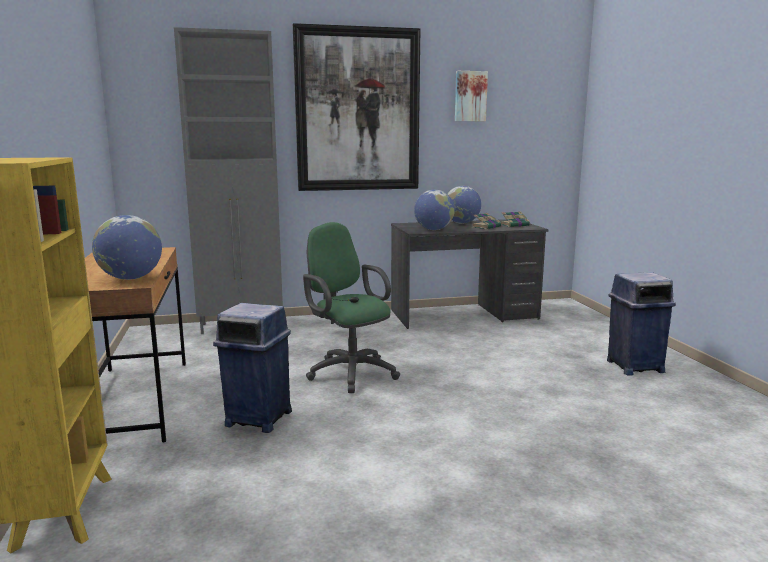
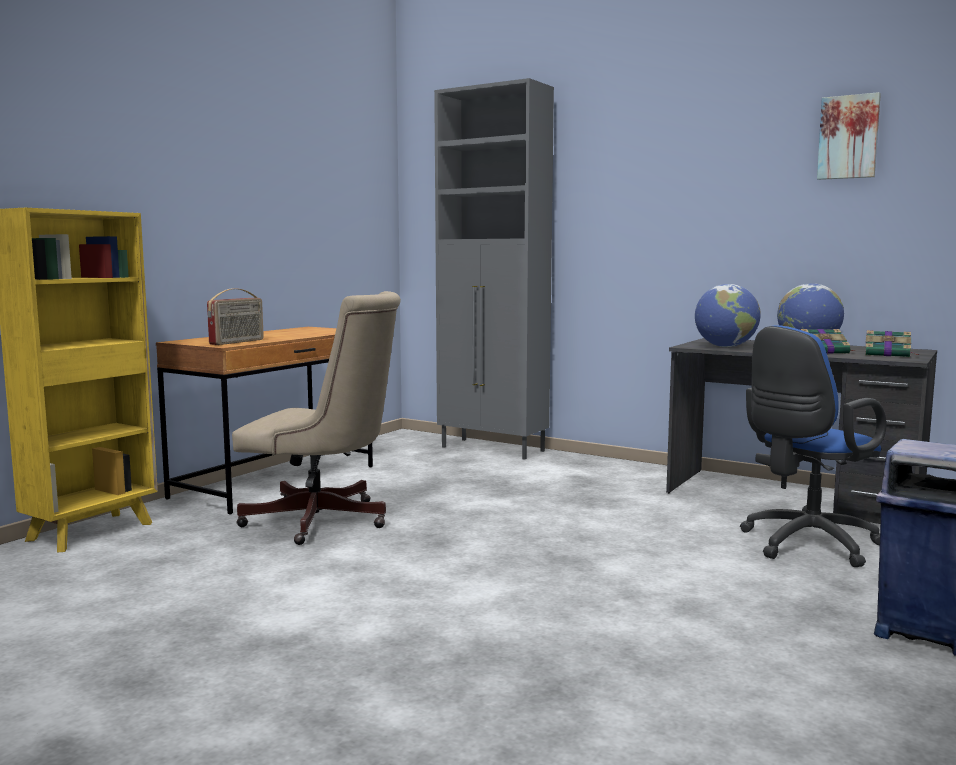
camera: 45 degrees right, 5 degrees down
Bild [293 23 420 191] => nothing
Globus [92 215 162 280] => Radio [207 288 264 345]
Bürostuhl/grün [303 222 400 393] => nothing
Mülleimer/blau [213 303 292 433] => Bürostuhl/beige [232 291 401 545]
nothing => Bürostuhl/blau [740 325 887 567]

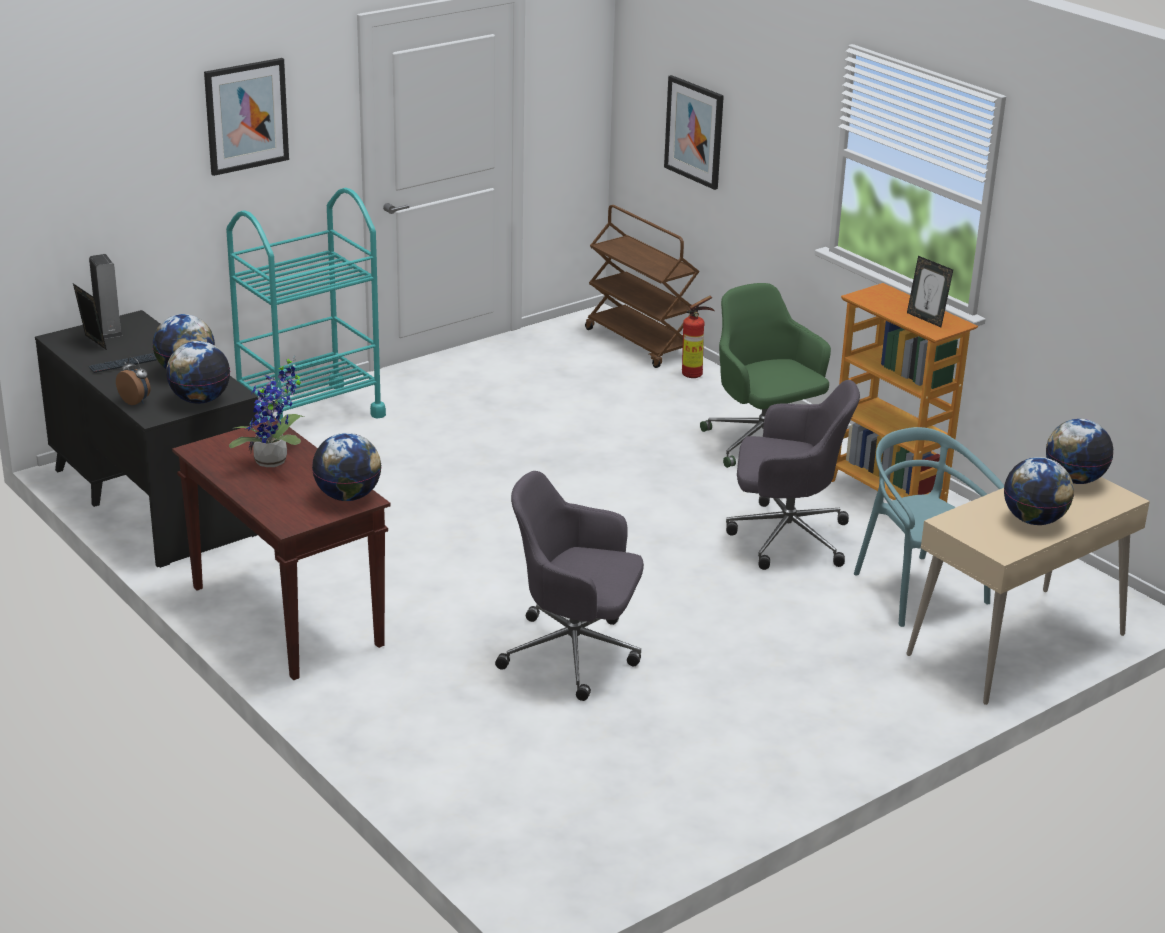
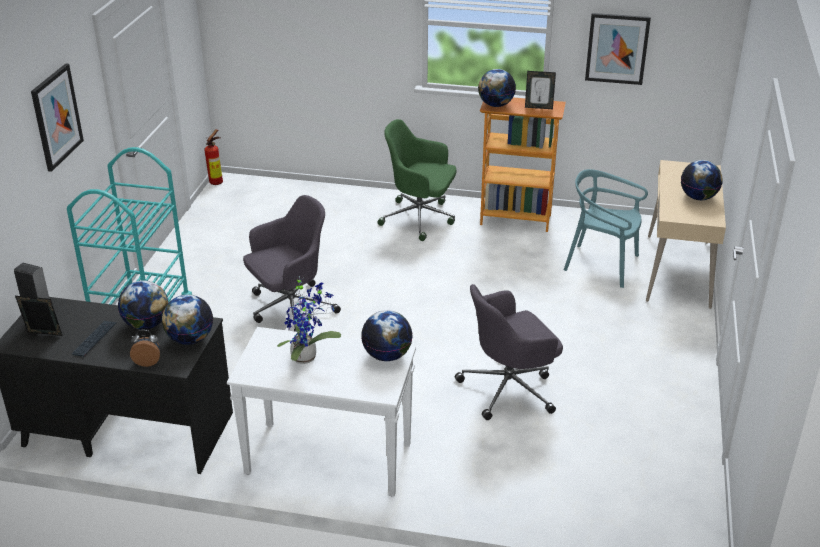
camera: 40 degrees left, 5 degrees up
Bild [664 75 724 190] => Bild [585 13 651 85], relocated
Rollwagen/braun [585 205 700 368] => nothing
Feuerlöscher [682 296 715 378] => Feuerlöscher [204 129 223 185], relocated
Bürostuhl/grau [726 380 860 570] => Bürostuhl/grau [243 195 341 332], relocated
Konsolentisch/braun [172 418 390 680] => Konsolentisch/weiß [227 327 416 497]
Globus [1046 419 1113 484] => Globus [478 69 516 107], relocated

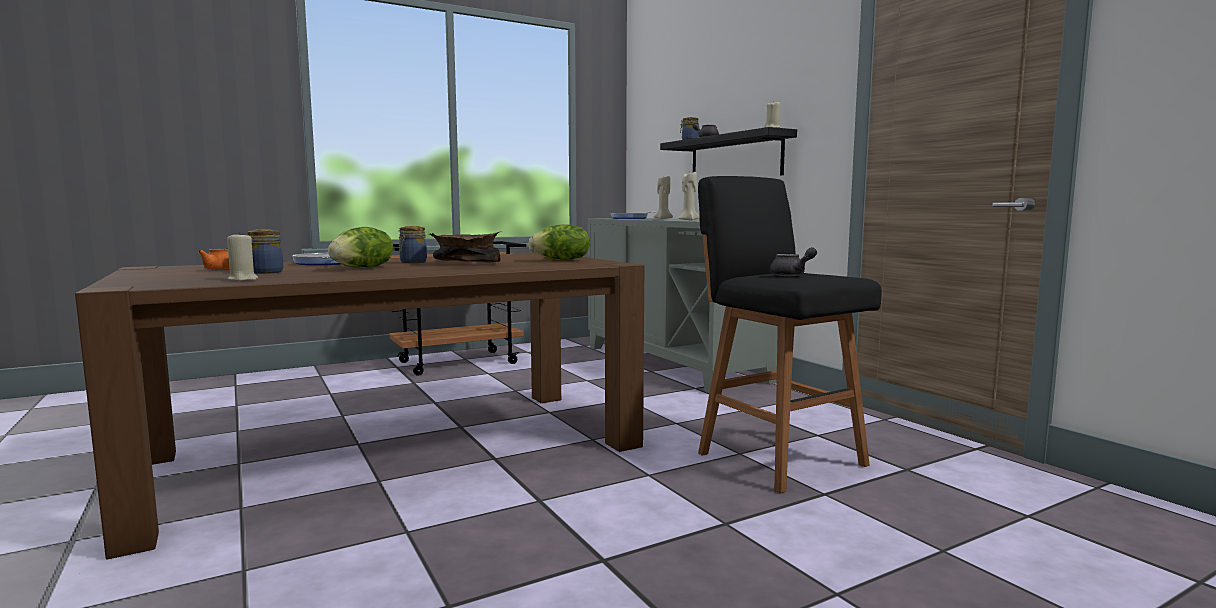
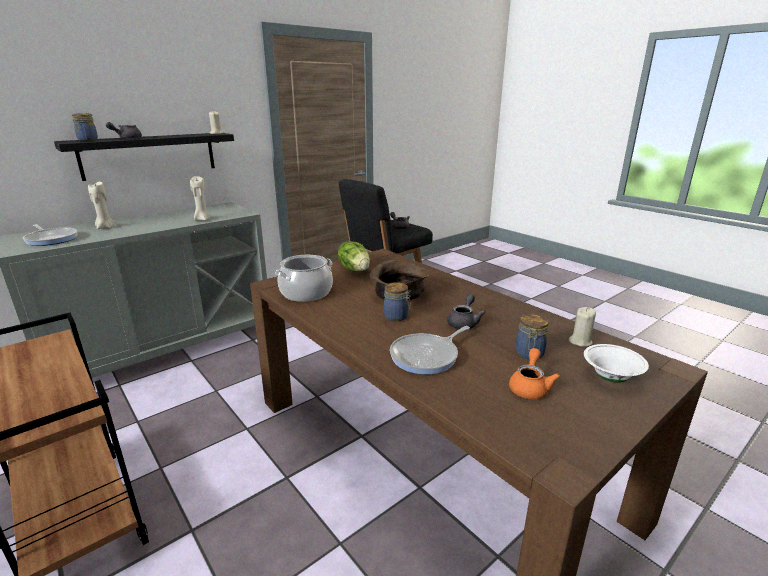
camera: 100 degrees left, 15 degrees up
Salatkopf [328 227 393 268] => Teekanne/grau [447 294 485 329]
nothing => Kochtopf [275 255 333 302]
nothing => Schüssel/weiß [584 344 649 383]

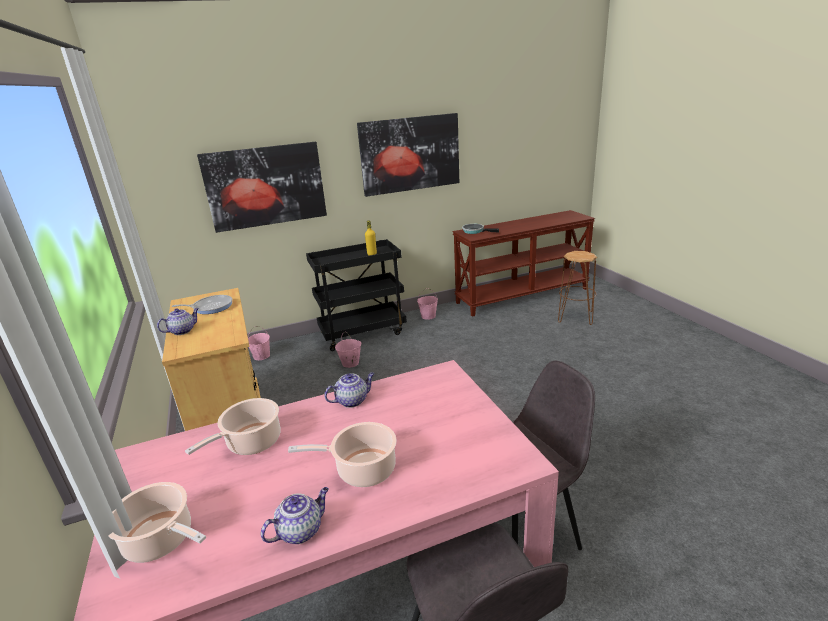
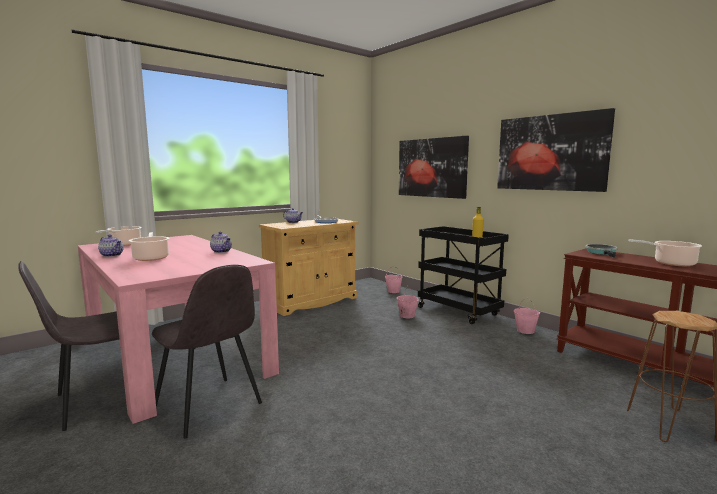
camera: 70 degrees right, 15 degrees down
Kochtopf [185 398 280 455] => Kochtopf [628 239 702 266], relocated

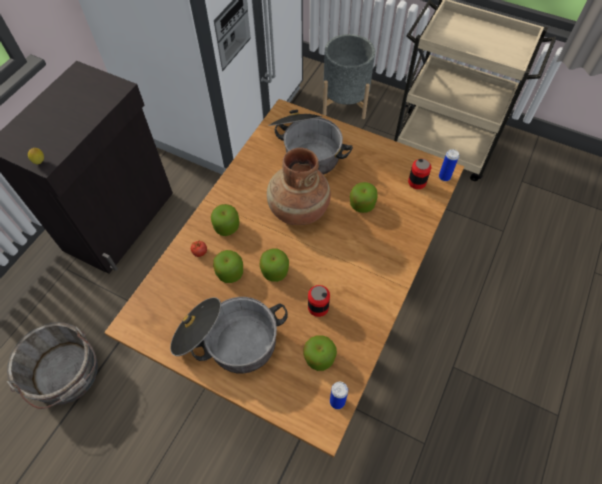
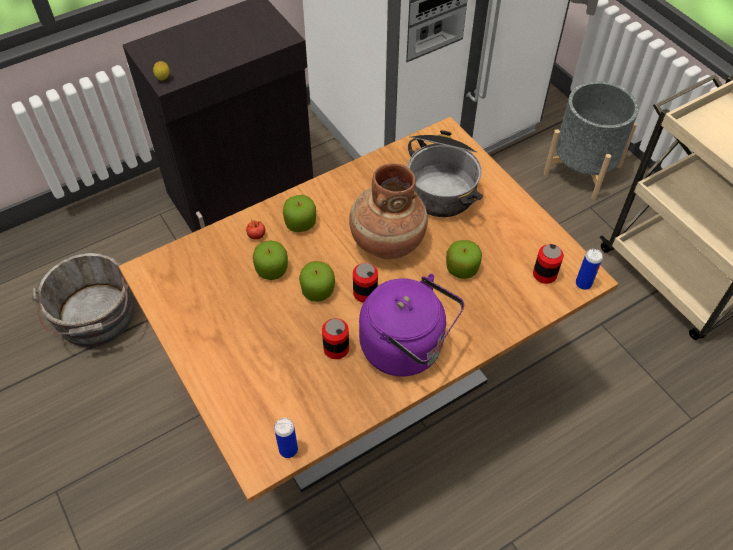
camera: 30 degrees right, 5 degrees down
Kochtopf [170 297 288 374] => nothing
Apfel [303 335 337 371] => nothing
nothing => Dose [353 263 378 303]
nothing => Wasserkessel/lila [359 274 464 377]

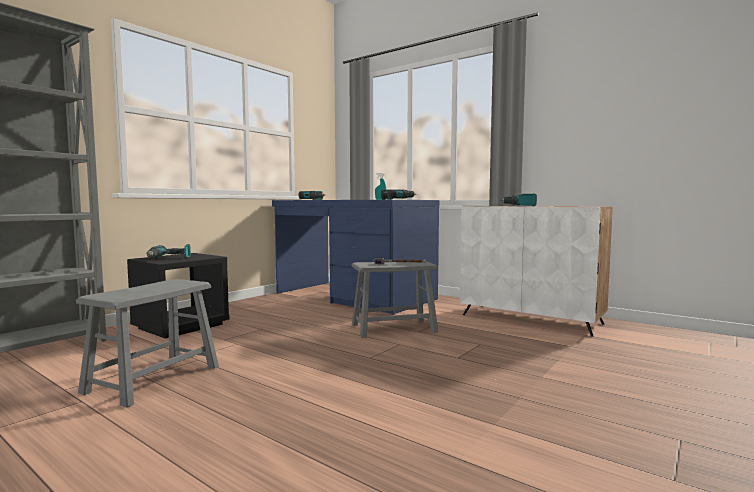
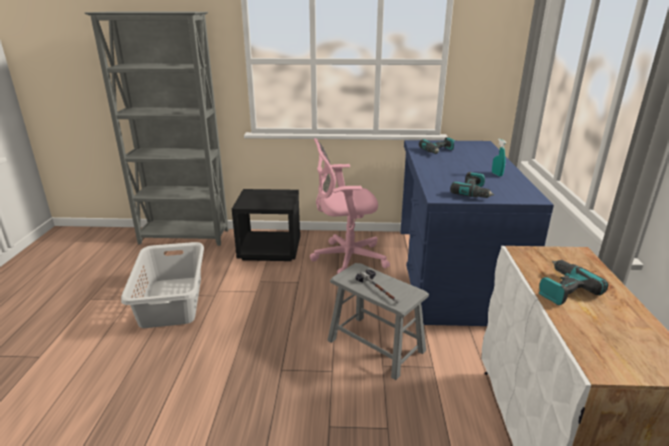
camera: 55 degrees right, 20 degrees up
Bohrmaschine [147 244 191 258] => nothing
Hocker/grau [76 279 219 408] => Wäschekorb/grau [121 242 204 328]
nothing => Bürostuhl/rosa [310 138 390 274]

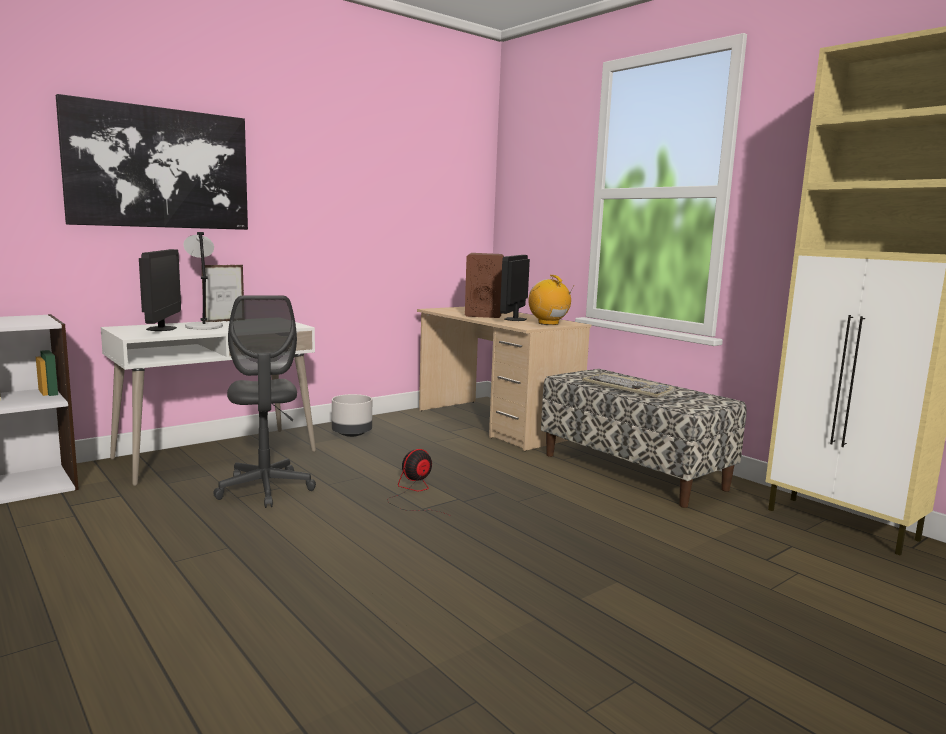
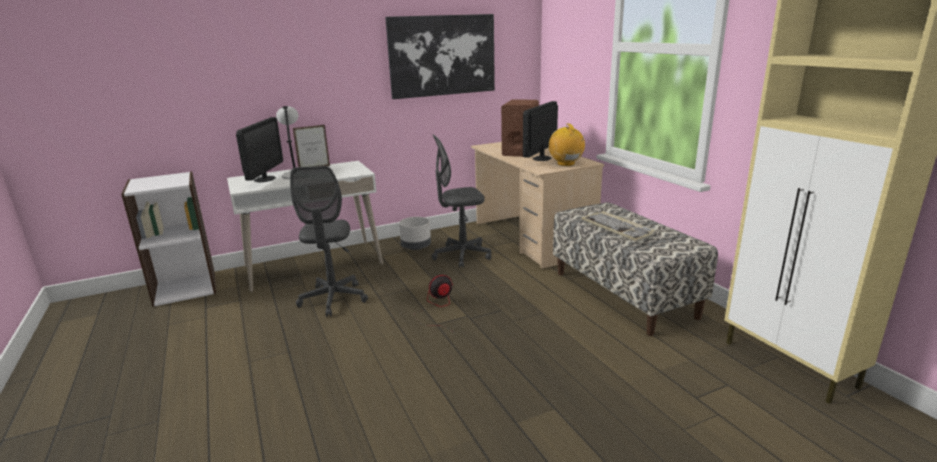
camera: 15 degrees right, 10 degrees up
Bild [56 94 248 230] => Bild [385 14 495 99], relocated
nothing => Bürostuhl/grau [432 134 491 268]

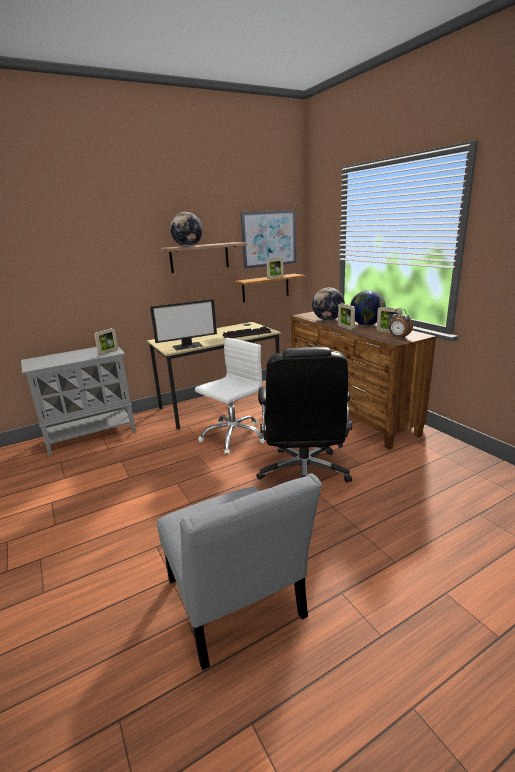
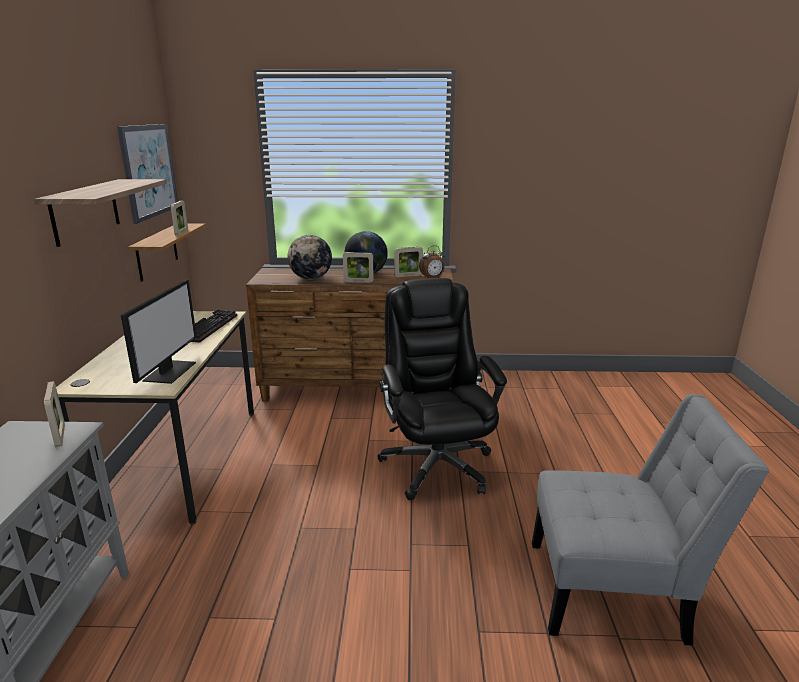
camera: 60 degrees left, 0 degrees up
Globus [170 212 203 246] => nothing
Bürostuhl/weiß [195 338 266 454] => nothing
Bürostuhl/schwarz [256 347 352 483] => Bürostuhl/schwarz [378 278 507 500], 135 degrees counterclockwise

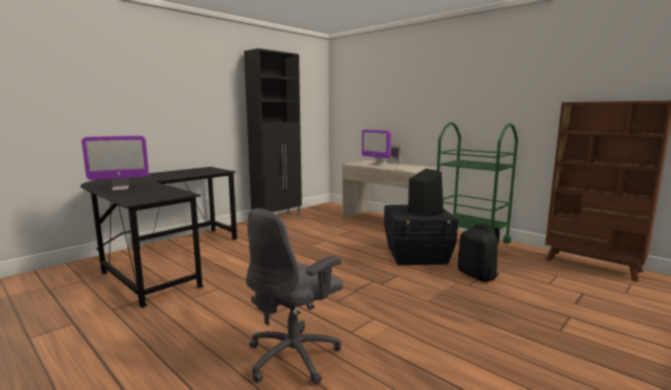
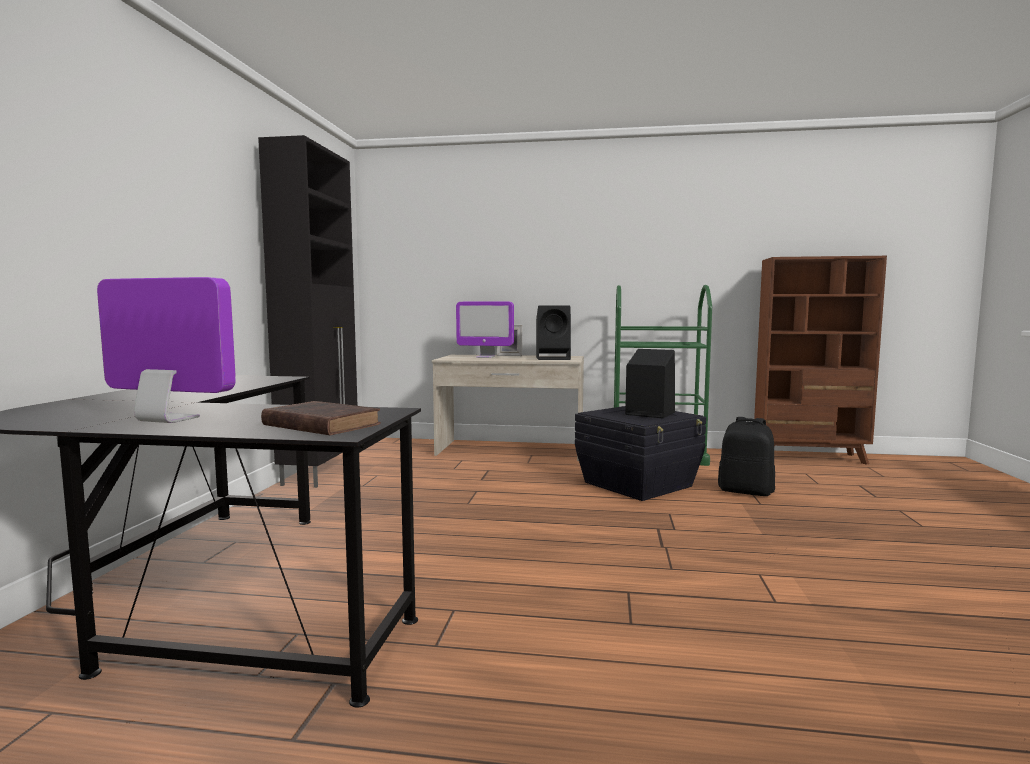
camera: 35 degrees left, 5 degrees down
Monitor [82 136 149 190] => Monitor [97 277 236 423], 105 degrees counterclockwise
Bürostuhl/grau [246 208 343 385] => nothing
nothing => Lautsprecher/schwarz [536 305 571 360]
nothing => Buch/braun [261 401 381 436]

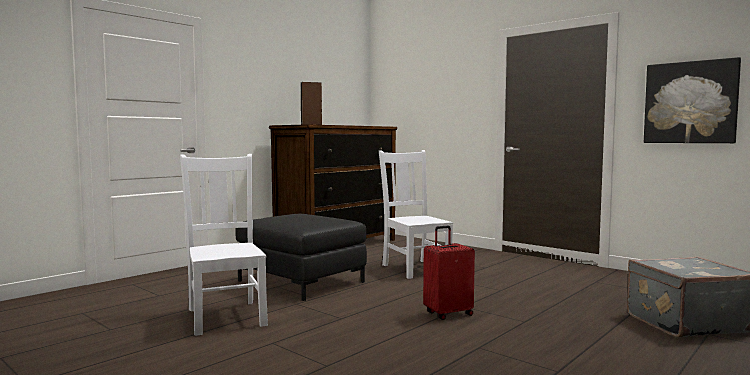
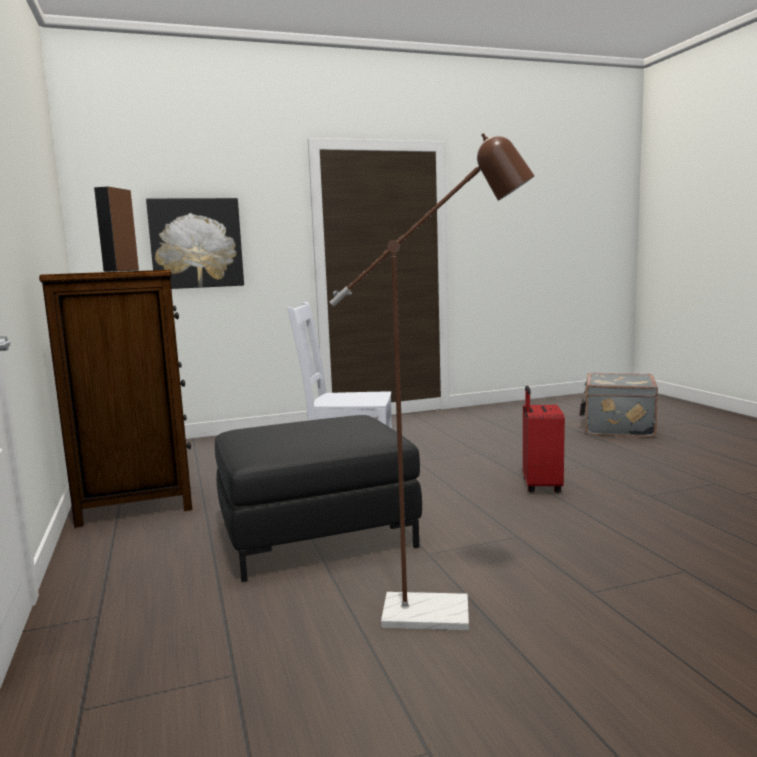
camera: 60 degrees left, 5 degrees up
Bild [644 57 741 143] => Bild [146 198 244 289], relocated
Stuhl/weiß [180 154 268 336] => Stehlampe/braun [330 133 535 630]

